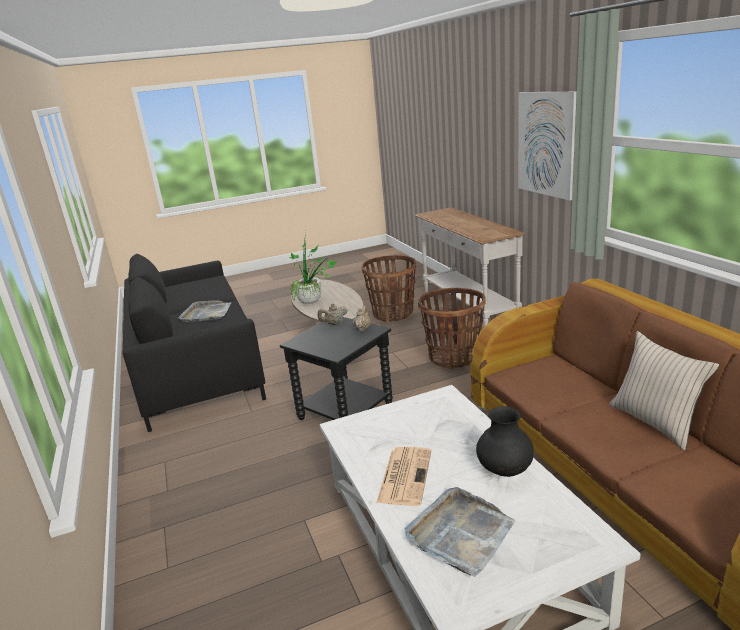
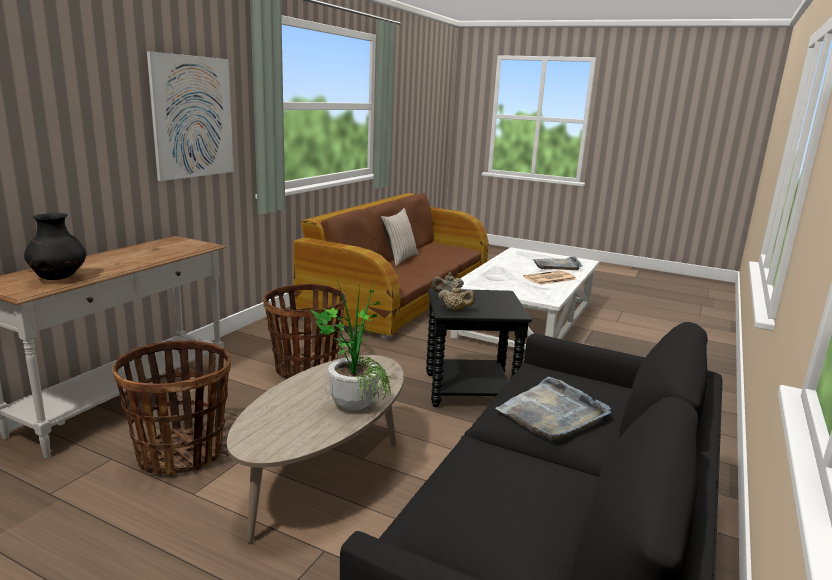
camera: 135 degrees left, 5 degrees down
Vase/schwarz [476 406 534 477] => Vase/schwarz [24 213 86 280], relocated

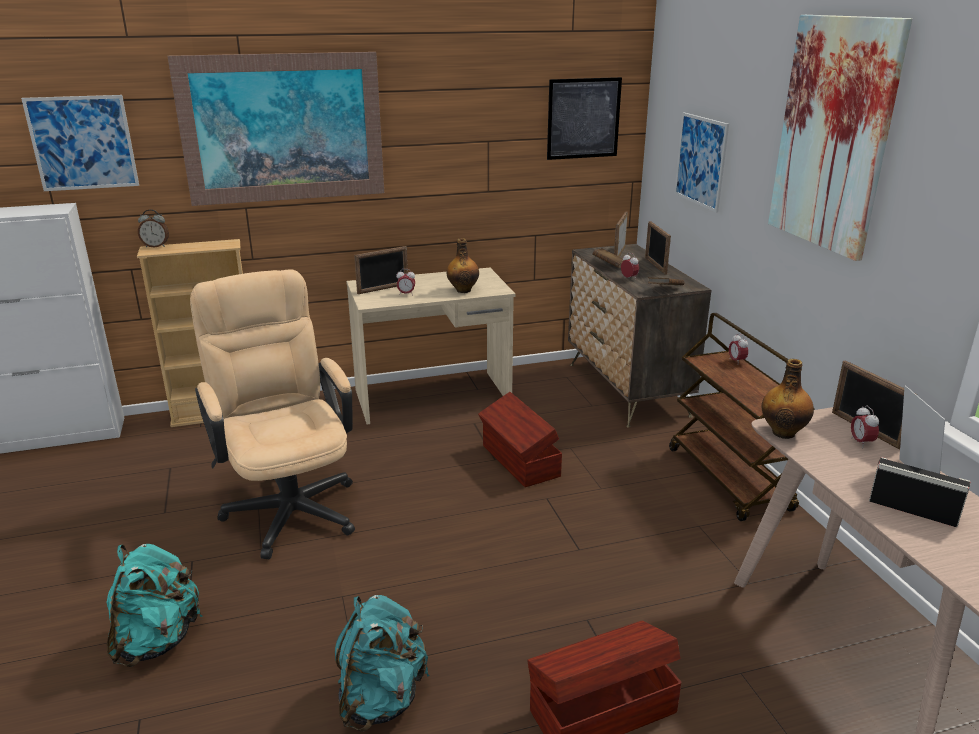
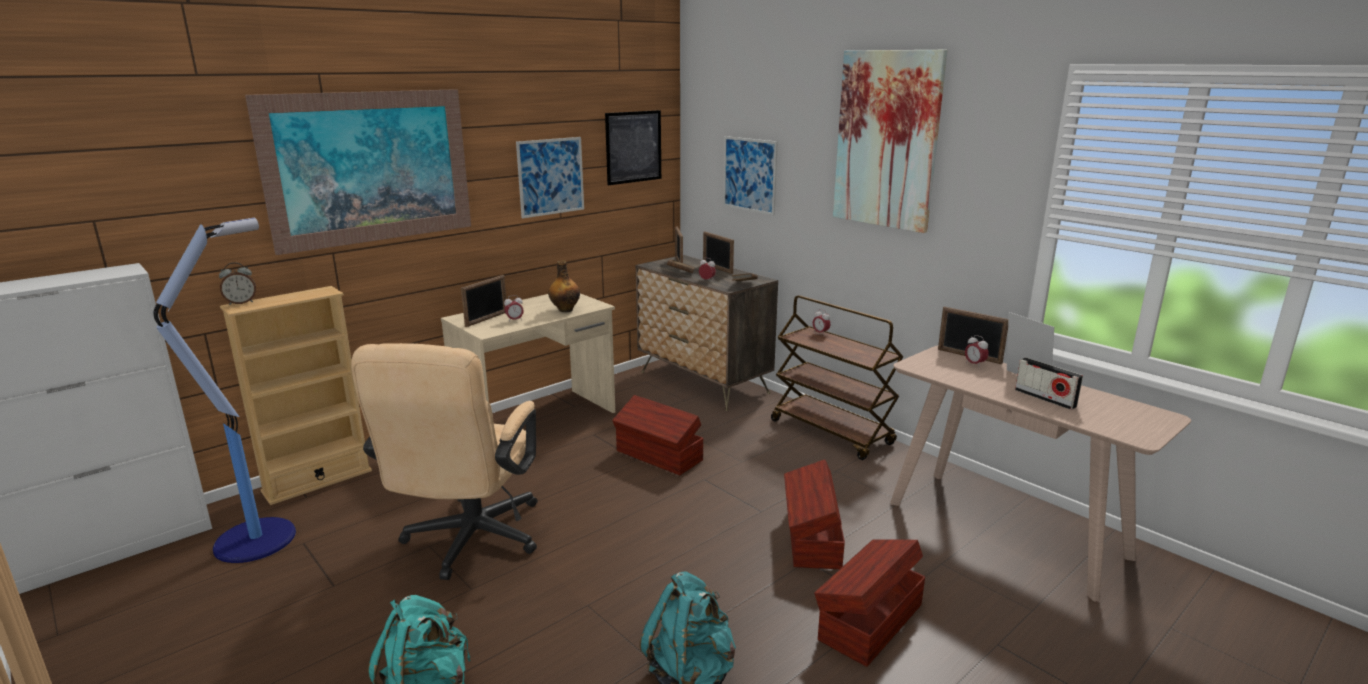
camera: 25 degrees left, 5 degrees down
Bild [21 95 139 191] => Bild [516 137 584 218], relocated
Bürostuhl/beige [190 269 355 559] => Bürostuhl/beige [351 343 538 580], 120 degrees counterclockwise
Flasche [762 359 814 439] => nothing
Radio [869 457 970 527] => Radio [1015 358 1083 410], 135 degrees counterclockwise
nothing => Stehlampe [153 218 296 563]
nothing => Aufbewahrungsbox/braun [784 459 845 569]

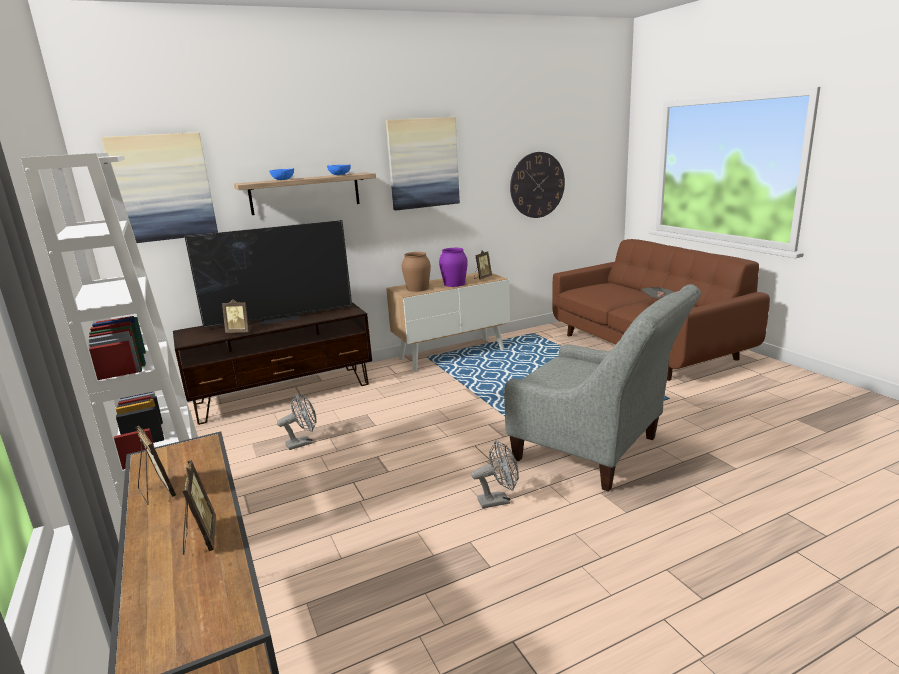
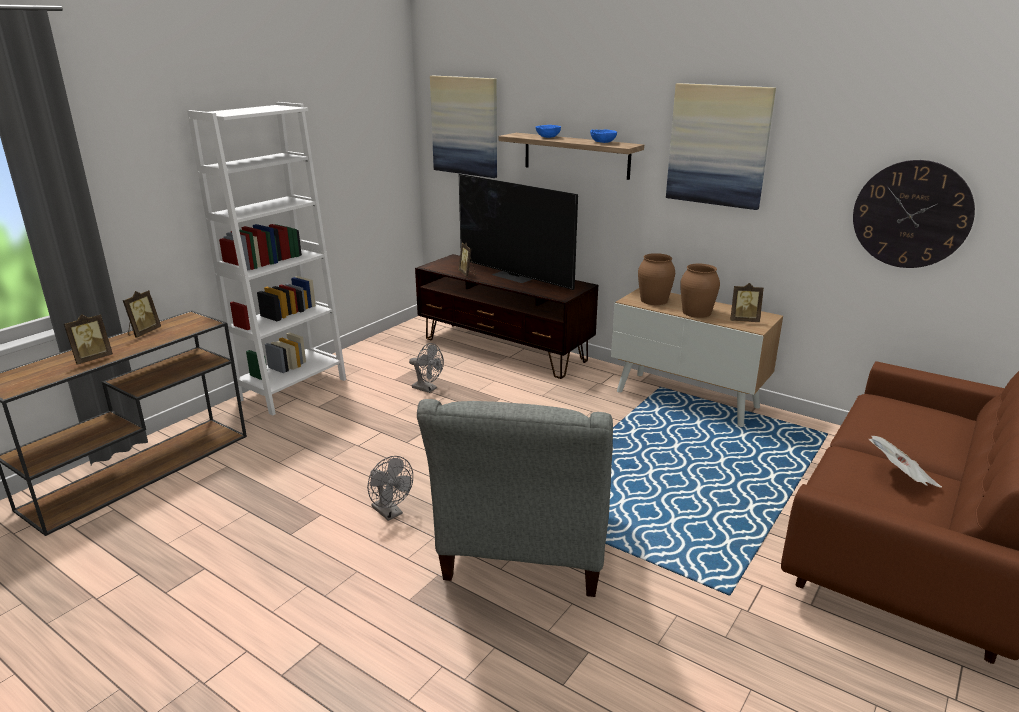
camera: 60 degrees right, 5 degrees up
Vase/lila [439 248 468 287] => Vase/braun [680 264 720 318]

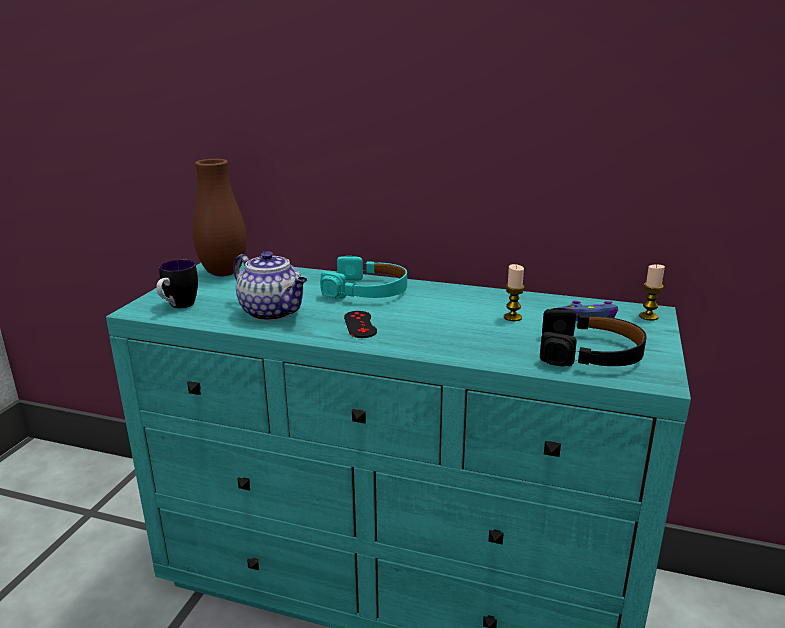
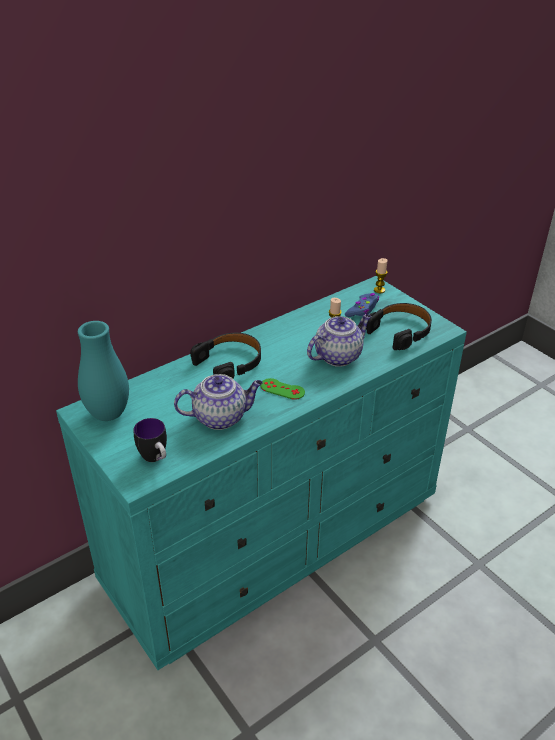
camera: 55 degrees left, 15 degrees up
Vase/braun [192 159 247 276] => Vase/türkis [78 321 129 421]
Kopfhörer/türkis [320 256 407 299] => Kopfhörer/schwarz [190 333 261 379]
Gamepad/schwarz [344 311 377 338] => Gamepad/grün [260 378 305 400]
nothing => Teekanne [307 314 371 367]

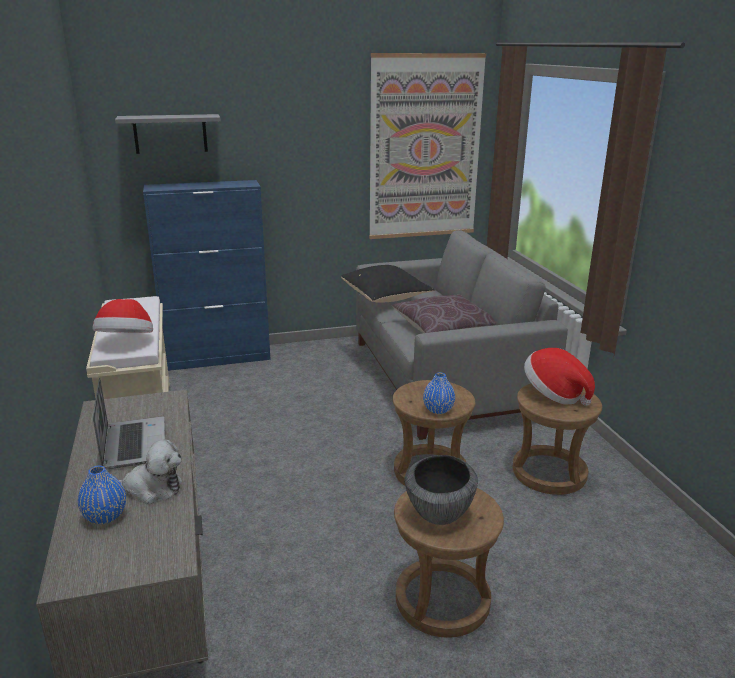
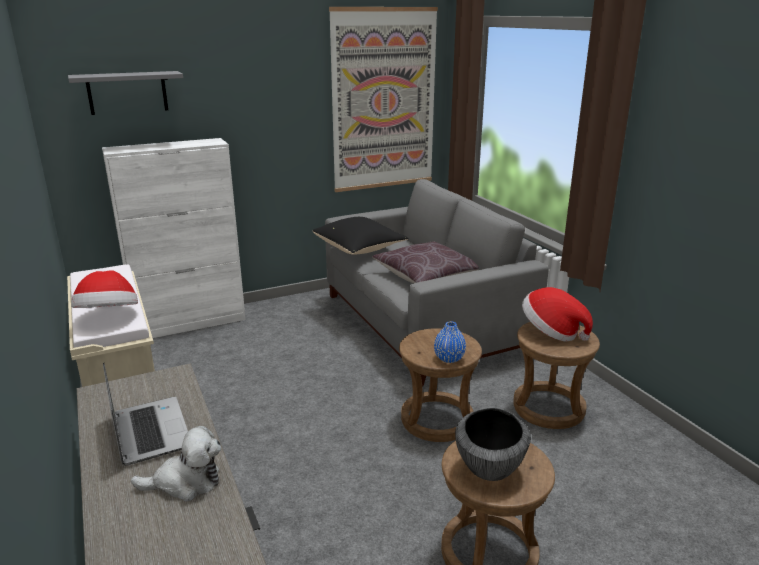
camera: 10 degrees left, 0 degrees up
Schrank/blau [143 180 271 371] => Schrank/weiß [102 138 246 338]
Vase/blau [78 466 126 524] => nothing

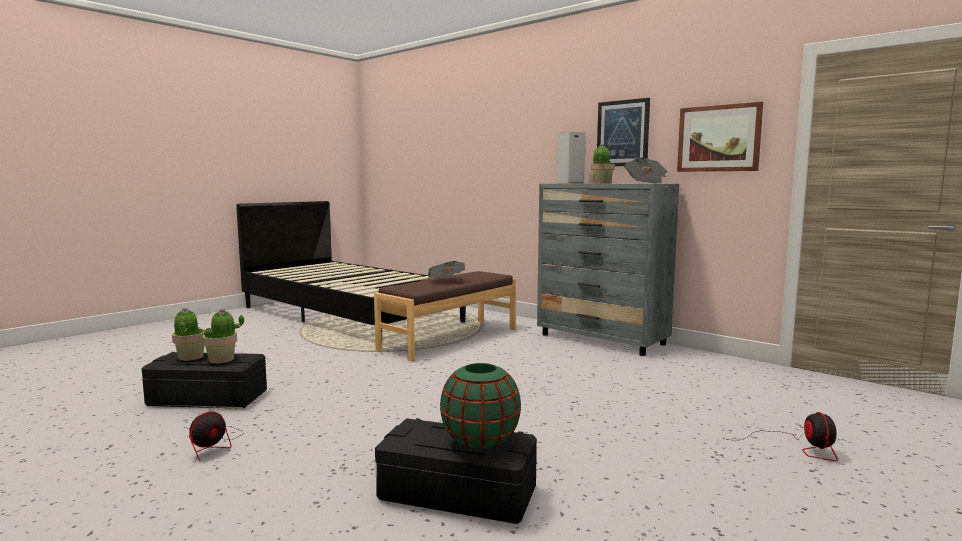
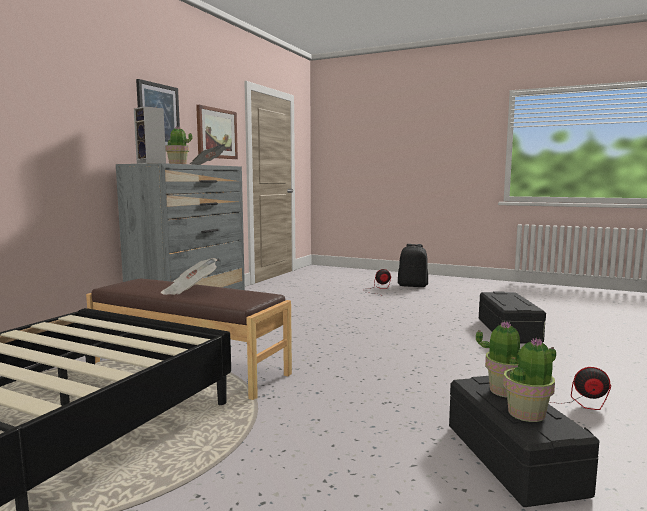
camera: 105 degrees left, 0 degrees up
Vase/grün [440 363 521 449] => nothing
nothing => Rucksack/schwarz [398 244 428 287]

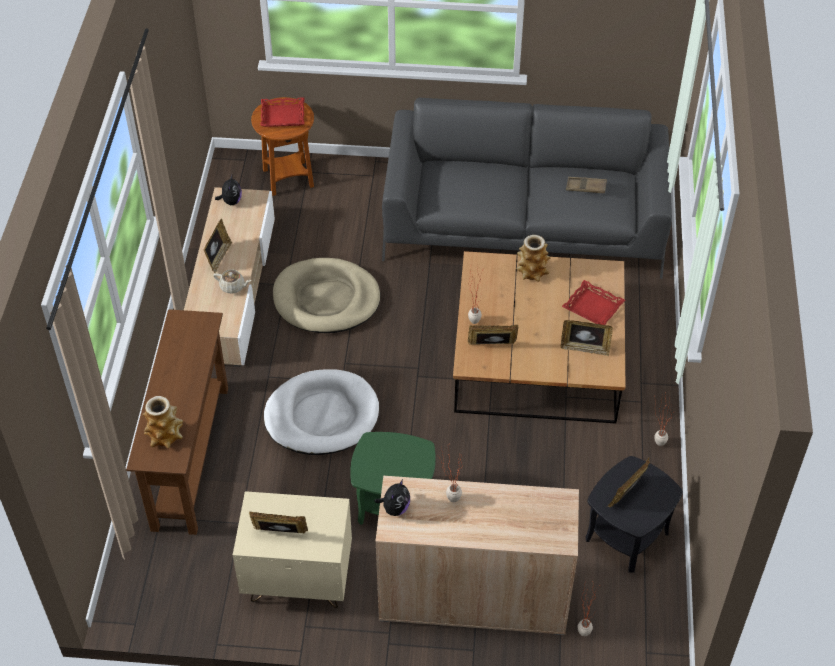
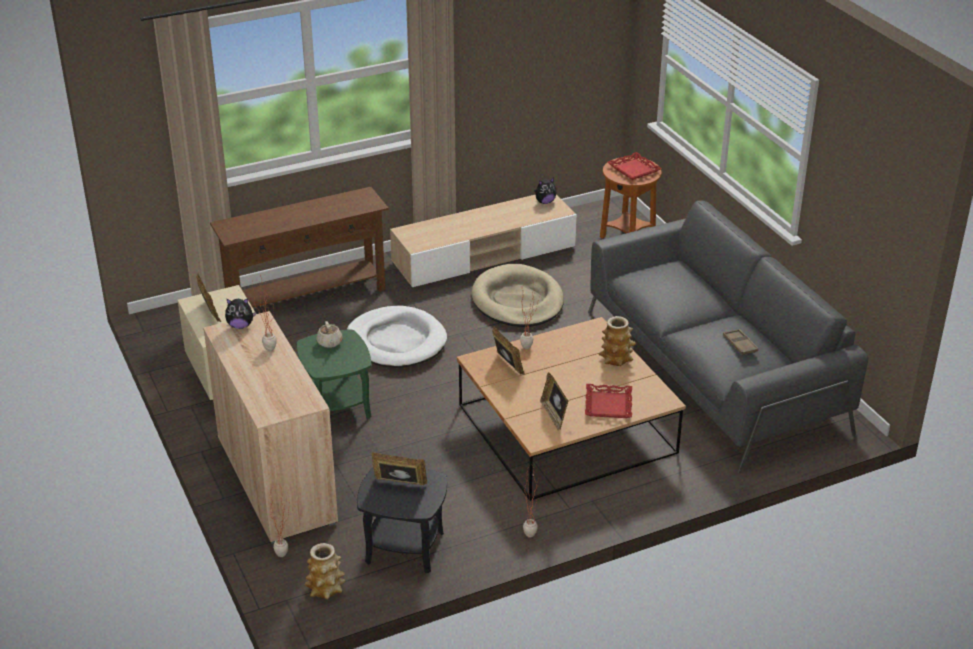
camera: 60 degrees right, 15 degrees down
Bilderrahmen [204 219 232 273] => nothing
Teekanne/beige [213 269 251 294] => Teekanne/beige [316 321 343 348], relocated
Vase [142 396 183 448] => Vase [305 543 345 600], relocated

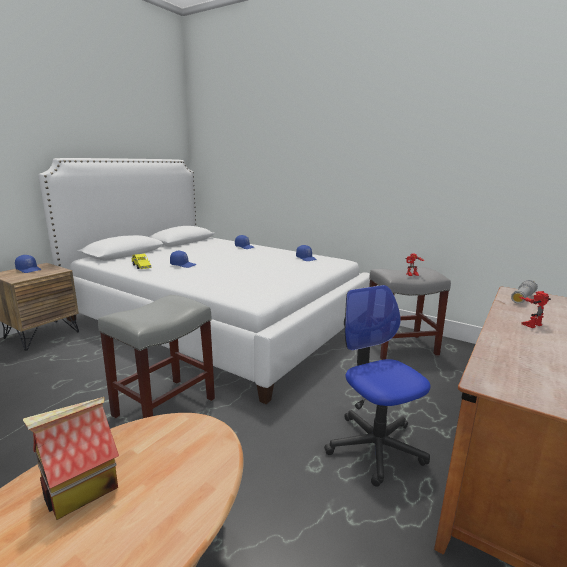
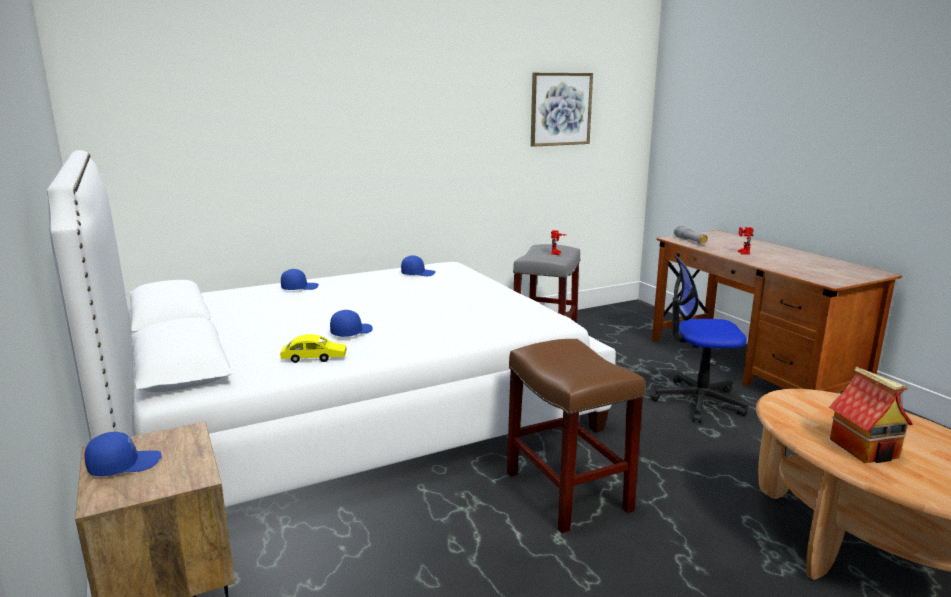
camera: 60 degrees left, 0 degrees up
Hocker/grau [98 295 215 418] => Hocker/braun [507 339 645 534]
nothing => Bild [531 73 593 147]

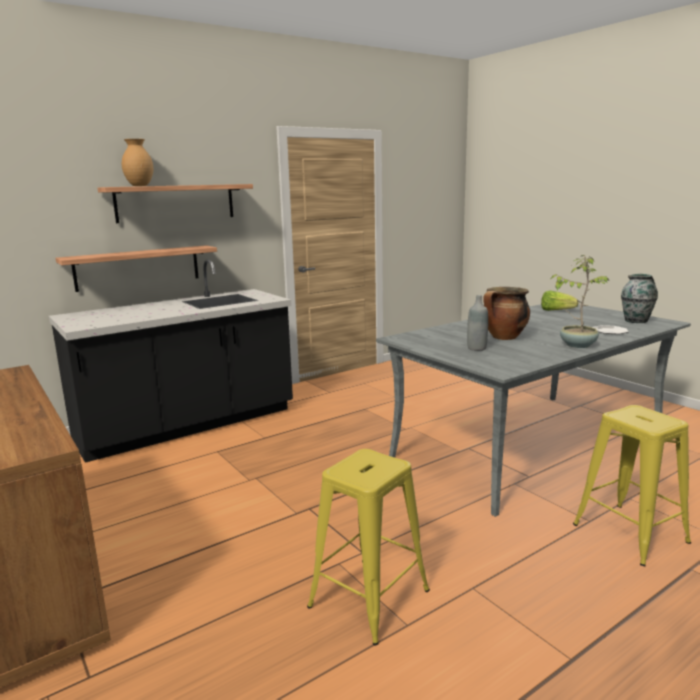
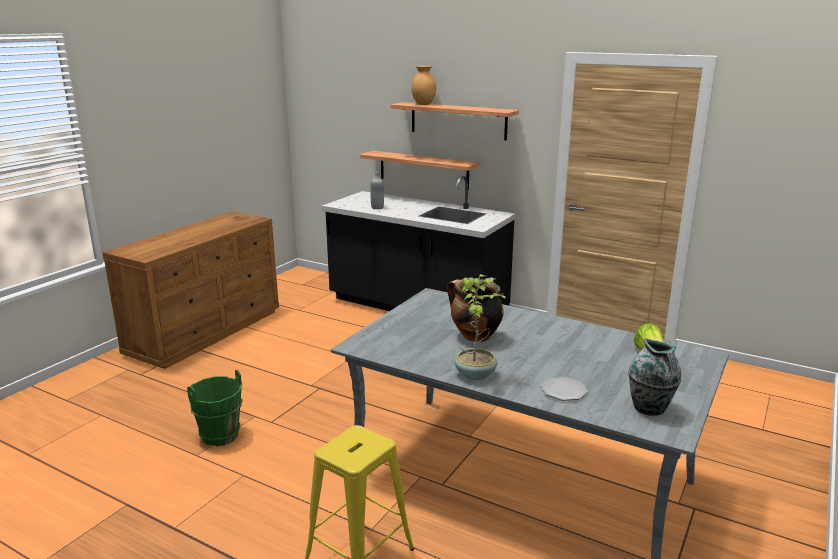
camera: 65 degrees right, 5 degrees up
Flasche/grau [467 295 488 351] => Flasche/grau [370 172 384 209], relocated
Hocker/gelb [307 449 430 645] => Eimer/grün [187 370 242 446]

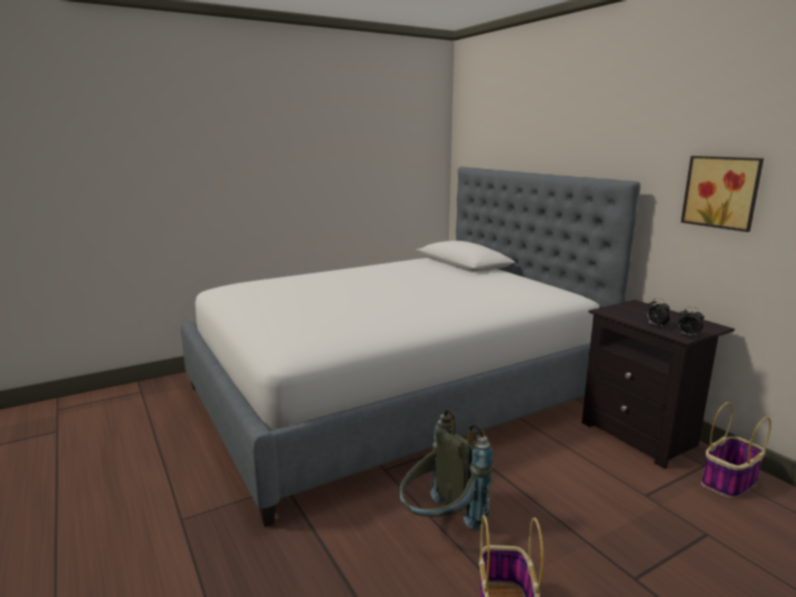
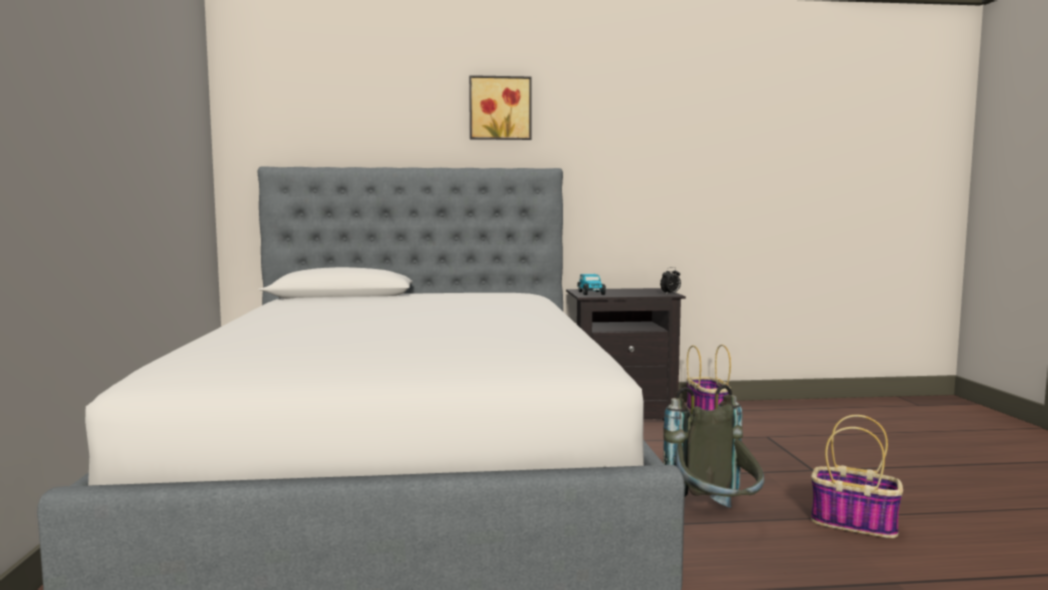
camera: 65 degrees left, 10 degrees down
Bild [681 156 764 232] => Bild [469 75 532 140], relocated
Wecker [646 298 671 328] => nothing
nothing => Spielzeugauto [577 274 606 295]

